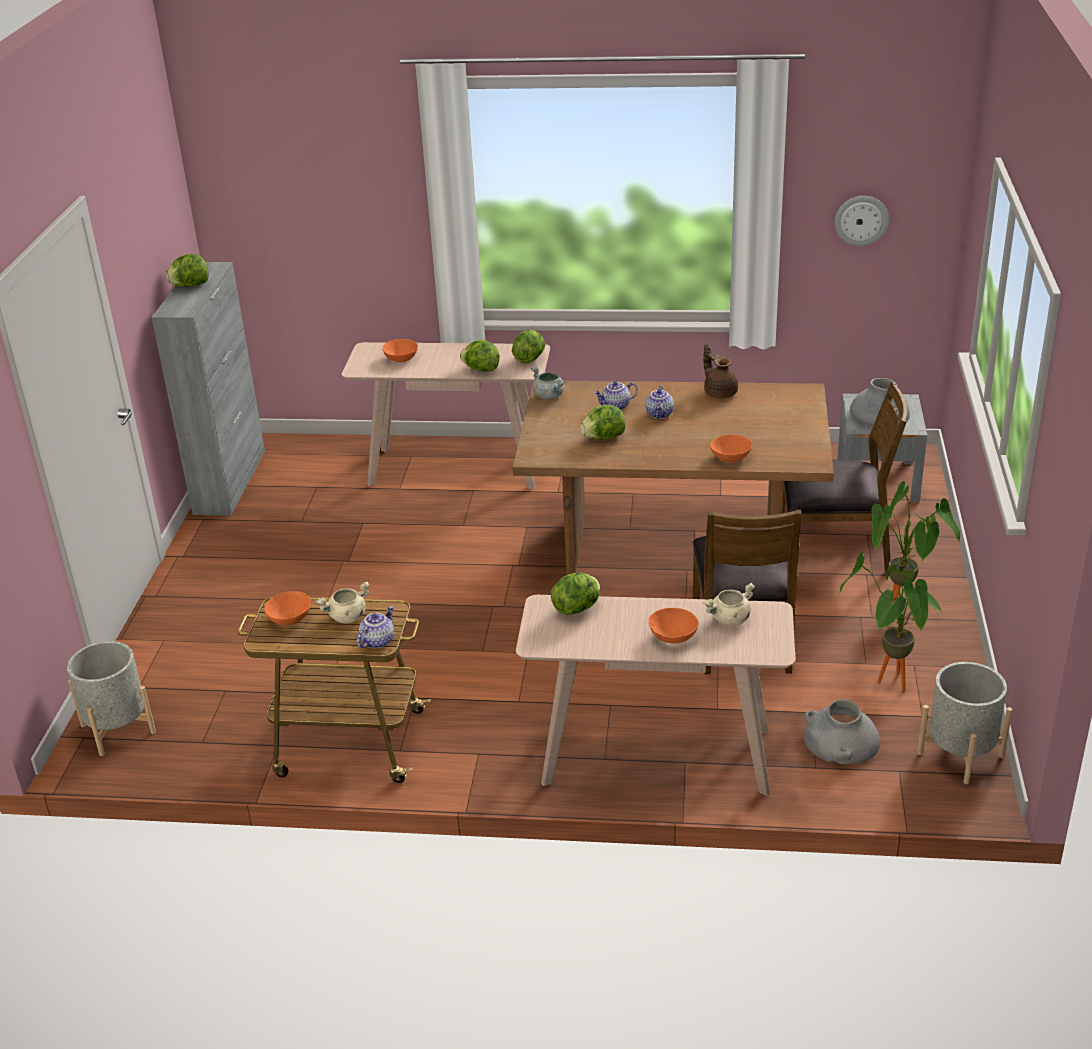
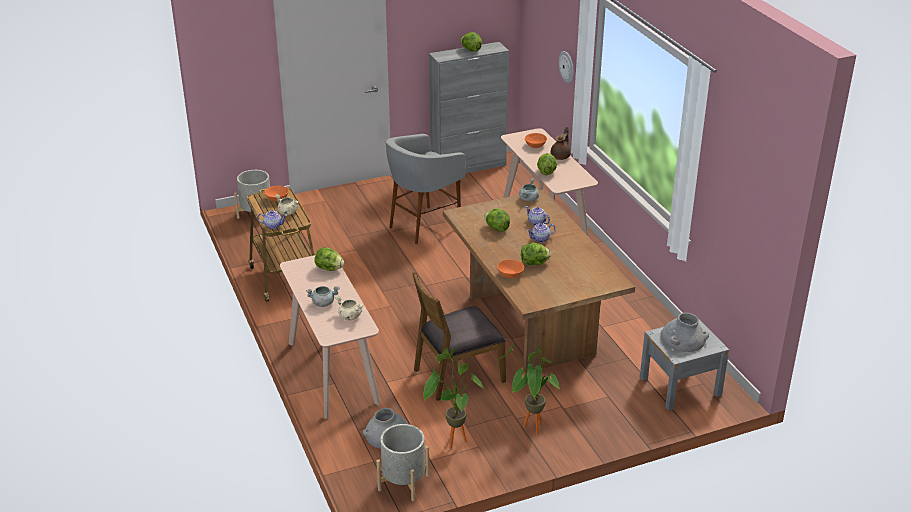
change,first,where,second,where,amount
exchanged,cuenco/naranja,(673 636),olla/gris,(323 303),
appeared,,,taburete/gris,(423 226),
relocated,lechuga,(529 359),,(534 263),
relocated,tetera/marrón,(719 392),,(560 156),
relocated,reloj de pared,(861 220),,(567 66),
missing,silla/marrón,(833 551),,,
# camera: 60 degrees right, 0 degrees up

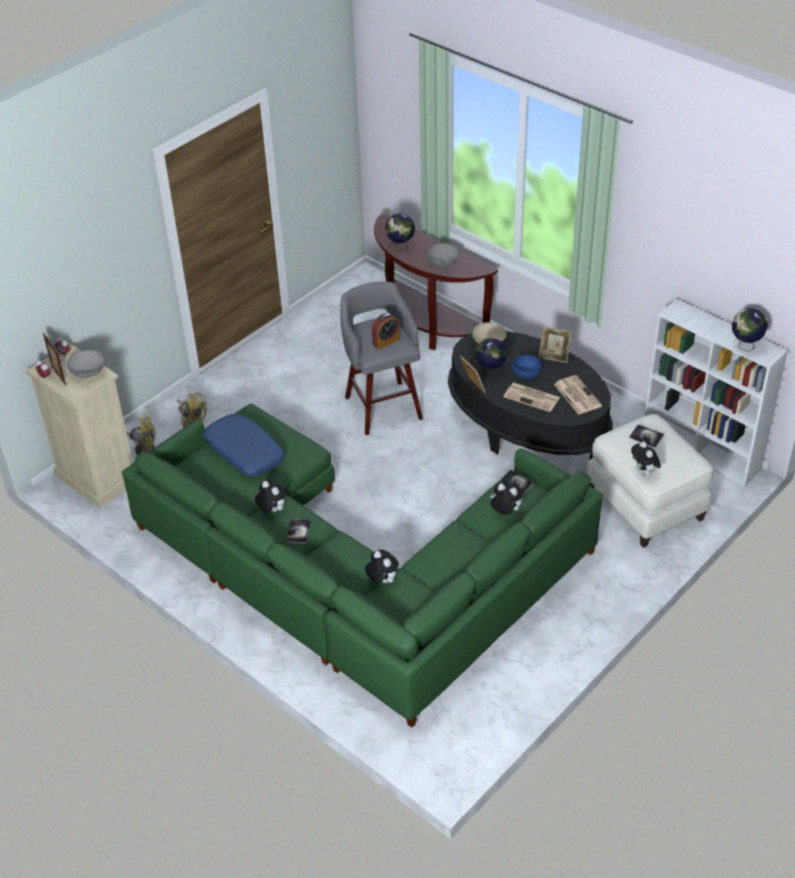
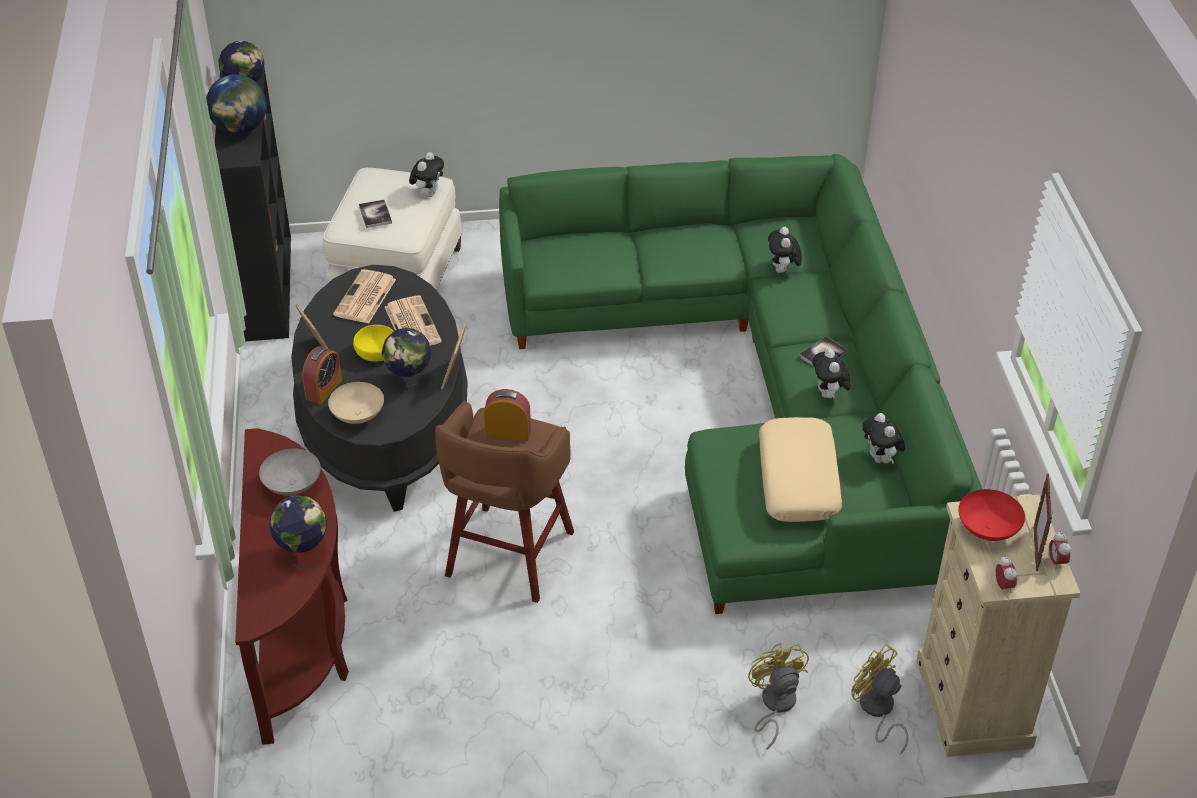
change,first,where,second,where,amount
appeared,,,globo terráqueo,(240 129),
colour,estantería/blanco,(702 451),estantería/negro,(268 286),
appeared,,,despertador,(324 389),
colour,cuenco/azul,(526 374),cuenco/amarillo,(376 352),
colour,taburete/gris,(382 406),taburete/marrón,(508 557),
colour,cojín/azul,(244 452),cojín/beis,(799 480),
relocated,peluche,(505 512),,(881 459),
colour,cuenco/gris,(88 372),cuenco/rojo,(987 530),
missing,libro,(516 483),,,
# camera: 140 degrees left, 0 degrees up

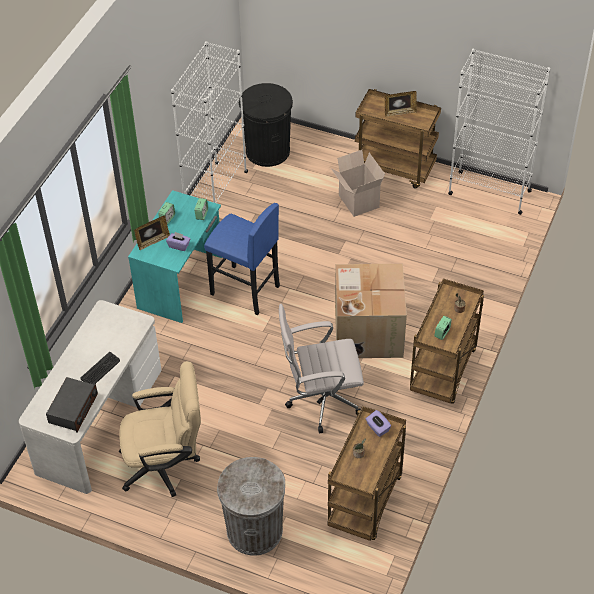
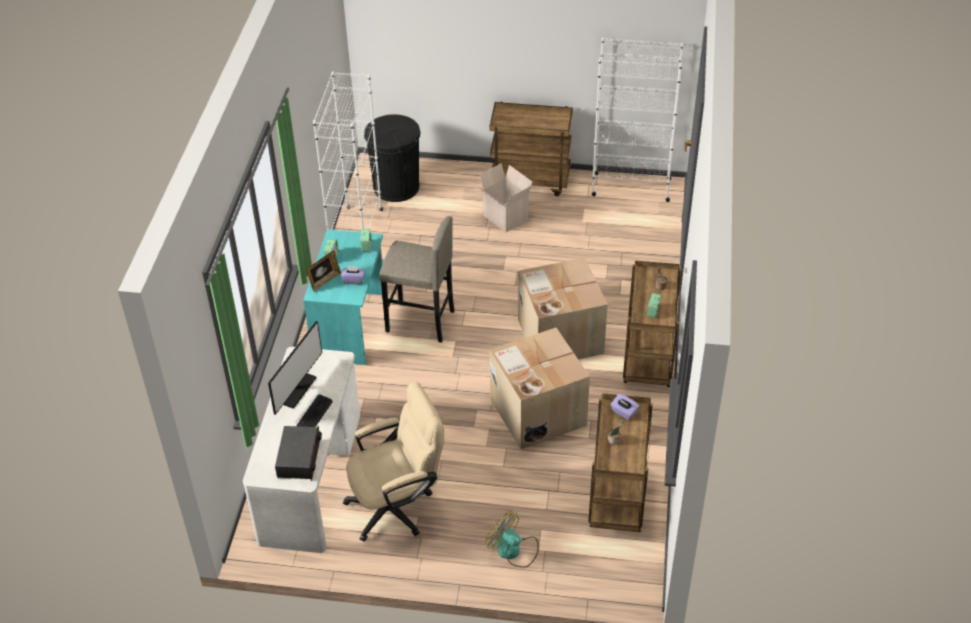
change,first,where,second,where,amount
appeared,,,monitor,(296 389),
colour,taburete/azul,(245 290),taburete/gris,(420 321),
exchanged,papelera/gris,(254 531),ventilador,(513 550),
exchanged,silla de oficina/blanco,(320 401),caja de cartón,(536 411),
missing,portarretratos,(399 112),,,
# camera: 15 degrees left, 5 degrees down

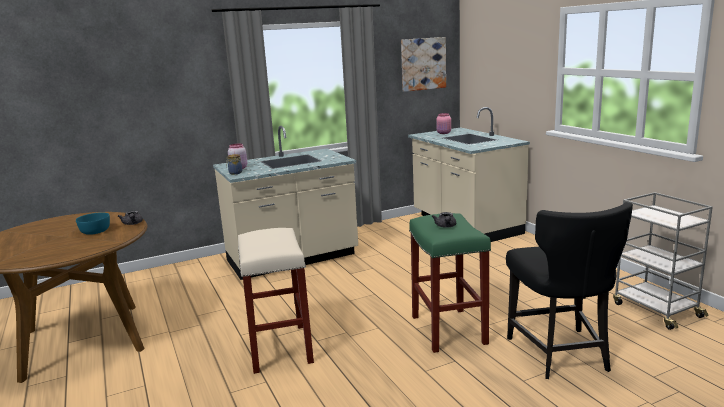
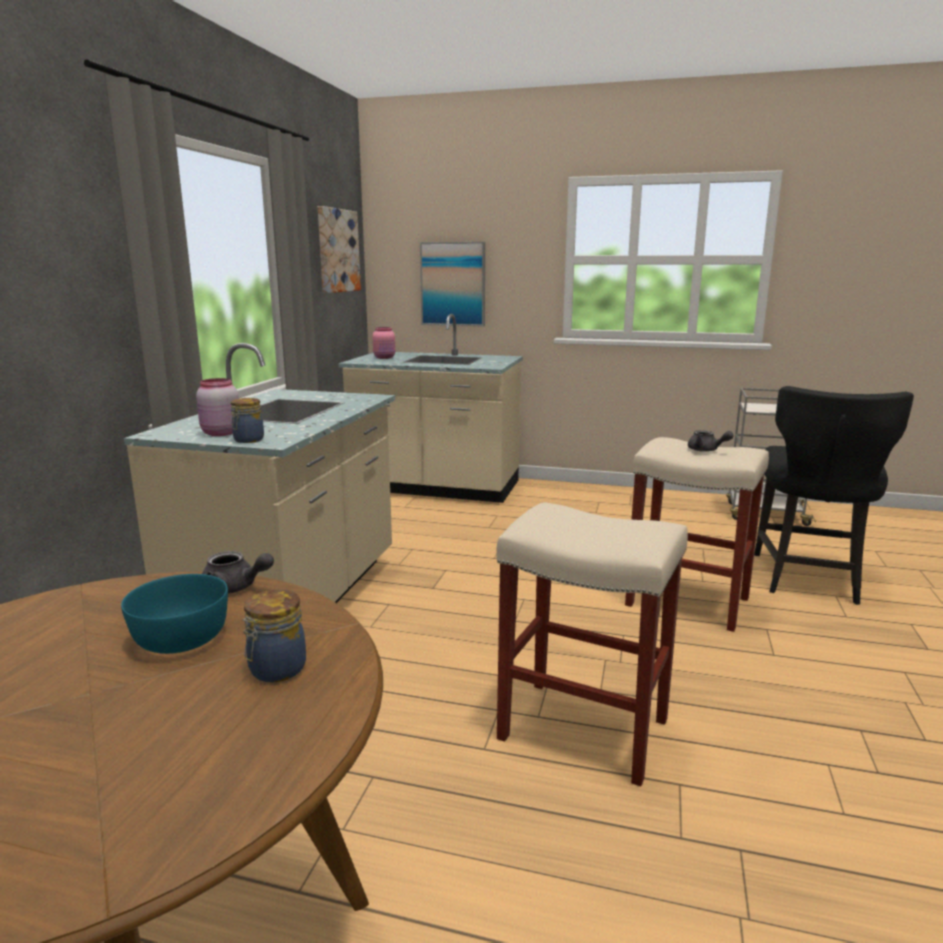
change,first,where,second,where,amount
appeared,,,tarro,(275 670),
appeared,,,cuadro,(453 284),
colour,taburete/verde,(449 330),taburete/beis,(689 601),
spun,silla/negro,(560 354),,(807 579),75 degrees clockwise
# camera: 50 degrees left, 0 degrees up

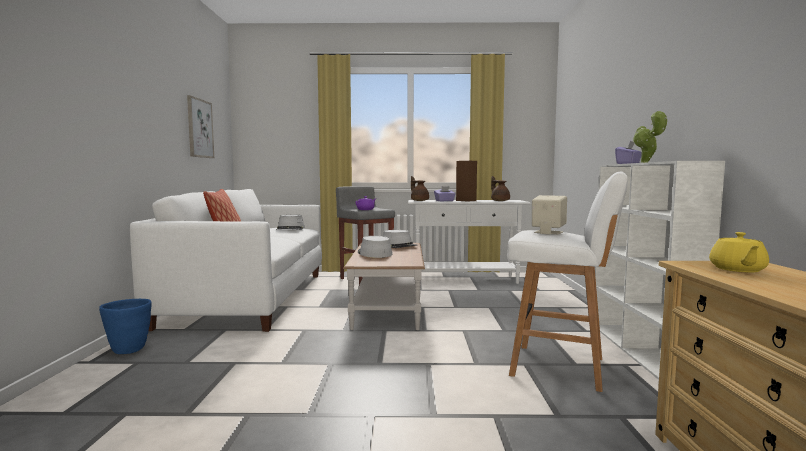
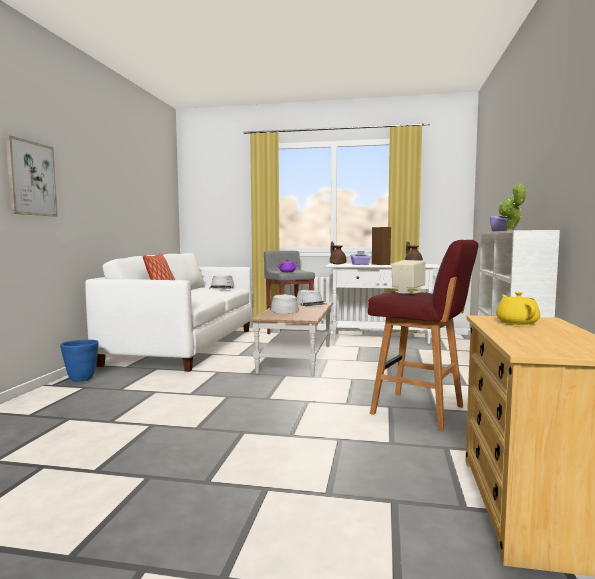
change,first,where,second,where,amount
relocated,cuadro,(199 128),,(31 178),
colour,taburete/blanco,(560 367),taburete/rojo,(420 410),
spun,tetera/amarillo,(737 270),,(516 322),150 degrees clockwise
# camera: 10 degrees right, 0 degrees up

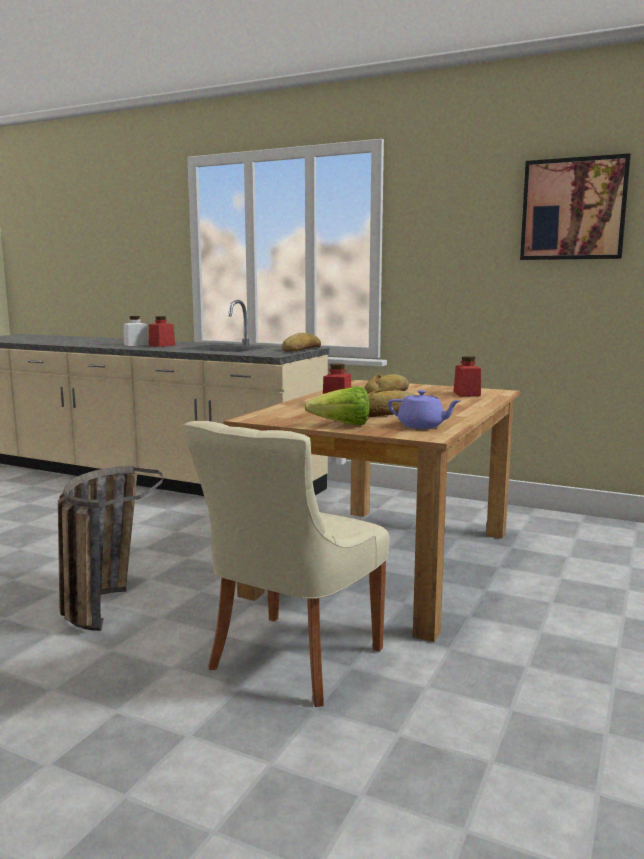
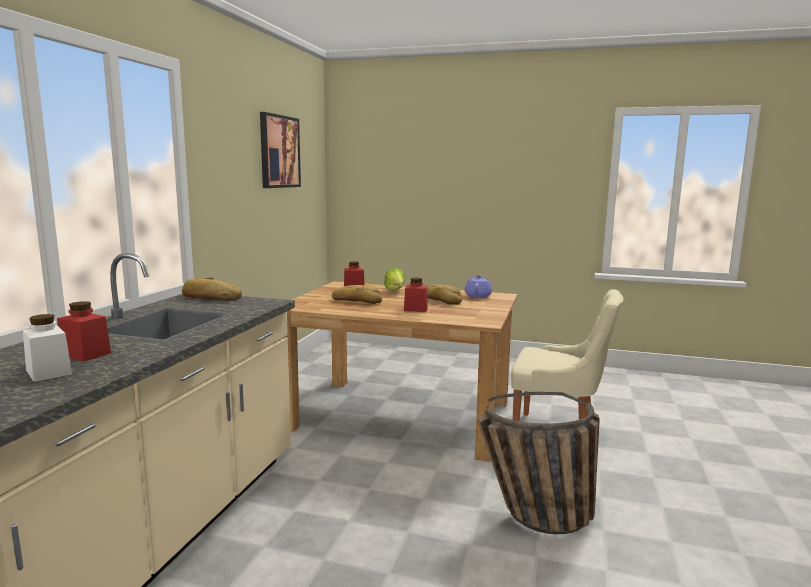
change,first,where,second,where,amount
relocated,lechuga,(342 425),,(395 291),
# camera: 100 degrees left, 0 degrees up

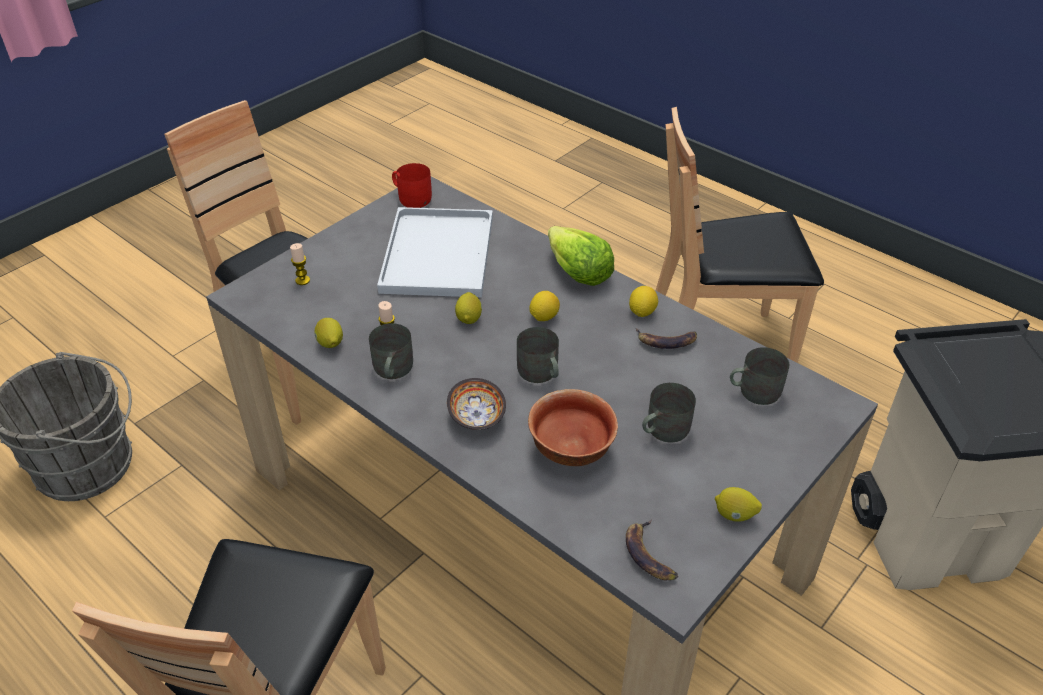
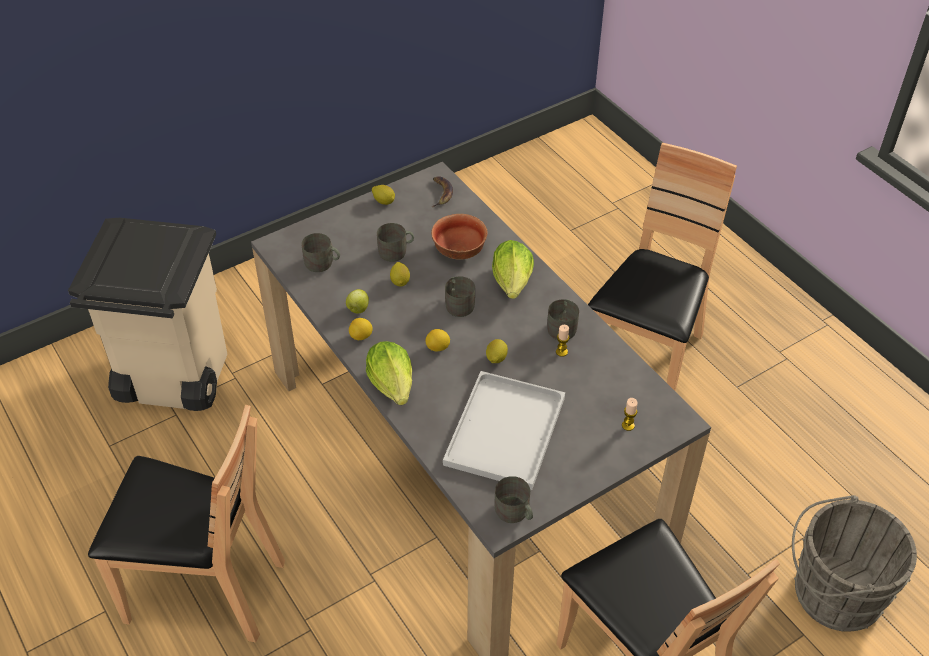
change,first,where,second,where,amount
exchanged,plátano,(666 341),manzana,(357 309),
relocated,limón,(330 344),,(400 281),
exchanged,cuenco,(475 418),lechuga,(512 282),
colour,taza grande/rojo,(411 197),taza grande/gris,(514 513),
# camera: 165 degrees left, 5 degrees up

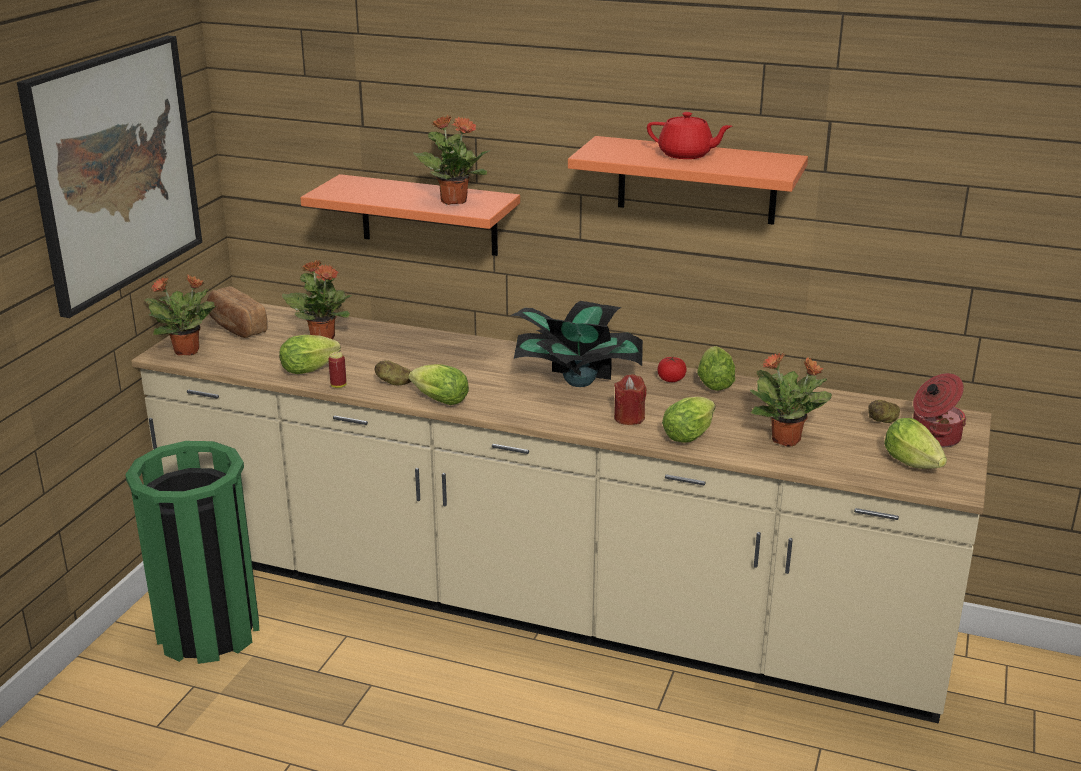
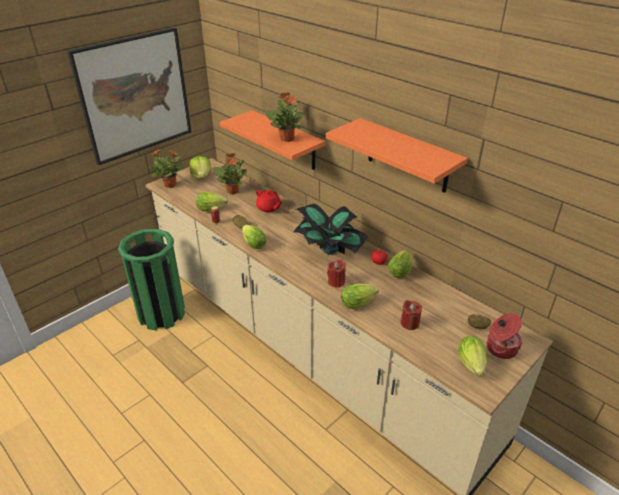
change,first,where,second,where,amount
exchanged,pan,(236 327),lechuga,(201 176),
relocated,tetera/rojo,(686 155),,(269 208),
exchanged,planta en maceta,(787 440),vela/rojo,(409 323),
# camera: 25 degrees right, 10 degrees up

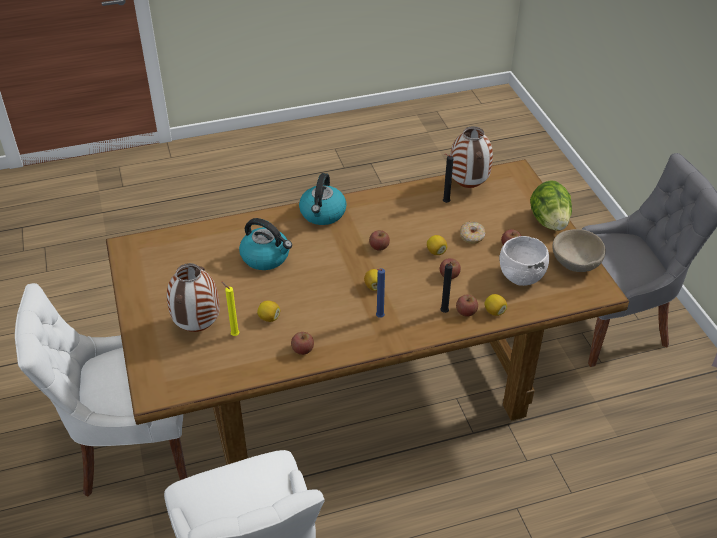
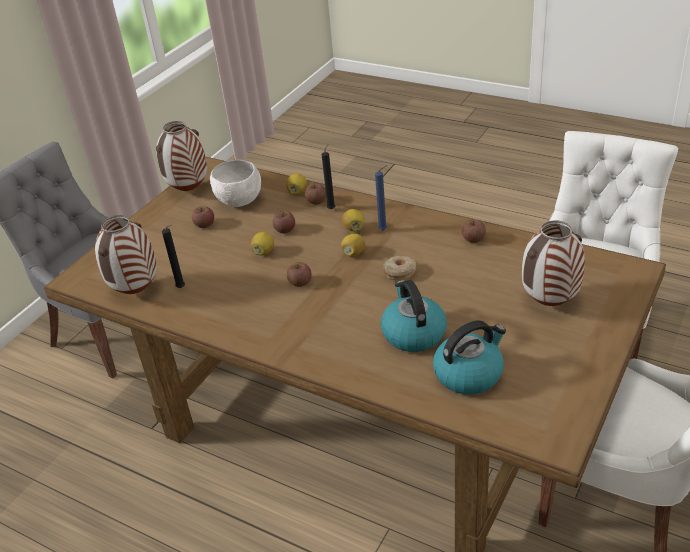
change,first,where,second,where,amount
exchanged,cuenco/beis,(575 263),florero,(189 190),
relocated,limón,(269 318),,(354 228),
relocated,rosquilla,(472 236),,(400 272),
relocated,hervidor,(323 214),,(469 373),
missing,vela/amarillo,(234 334),,,
missing,lechuga,(549 221),,,
# camera: 130 degrees left, 5 degrees down

